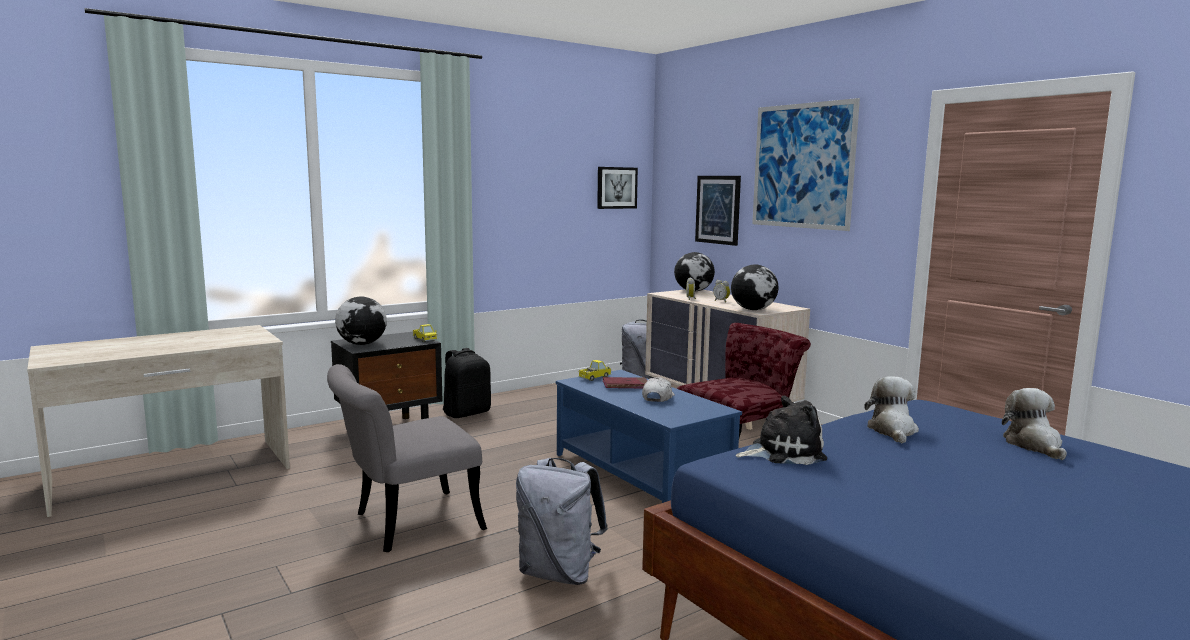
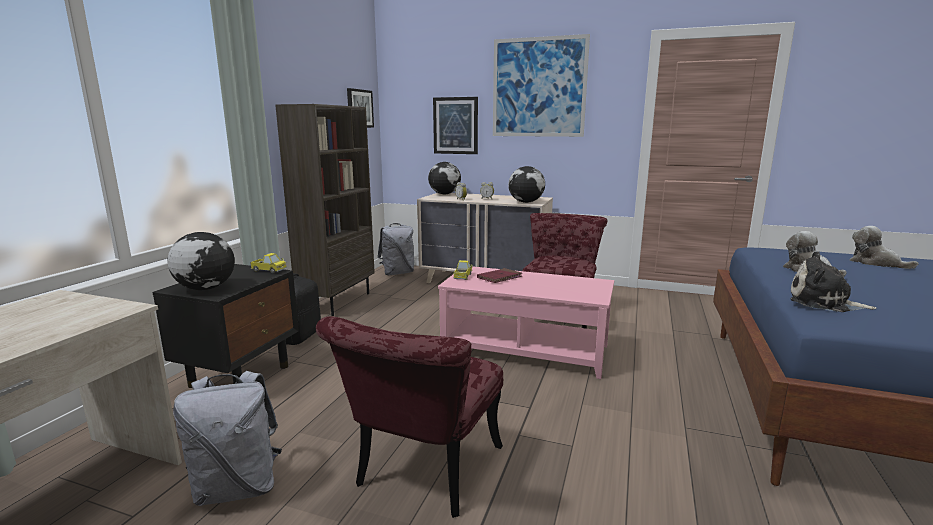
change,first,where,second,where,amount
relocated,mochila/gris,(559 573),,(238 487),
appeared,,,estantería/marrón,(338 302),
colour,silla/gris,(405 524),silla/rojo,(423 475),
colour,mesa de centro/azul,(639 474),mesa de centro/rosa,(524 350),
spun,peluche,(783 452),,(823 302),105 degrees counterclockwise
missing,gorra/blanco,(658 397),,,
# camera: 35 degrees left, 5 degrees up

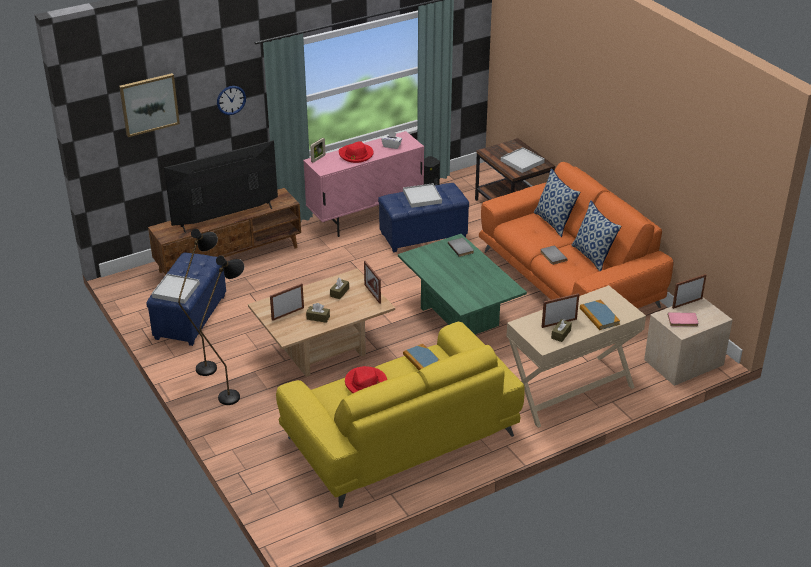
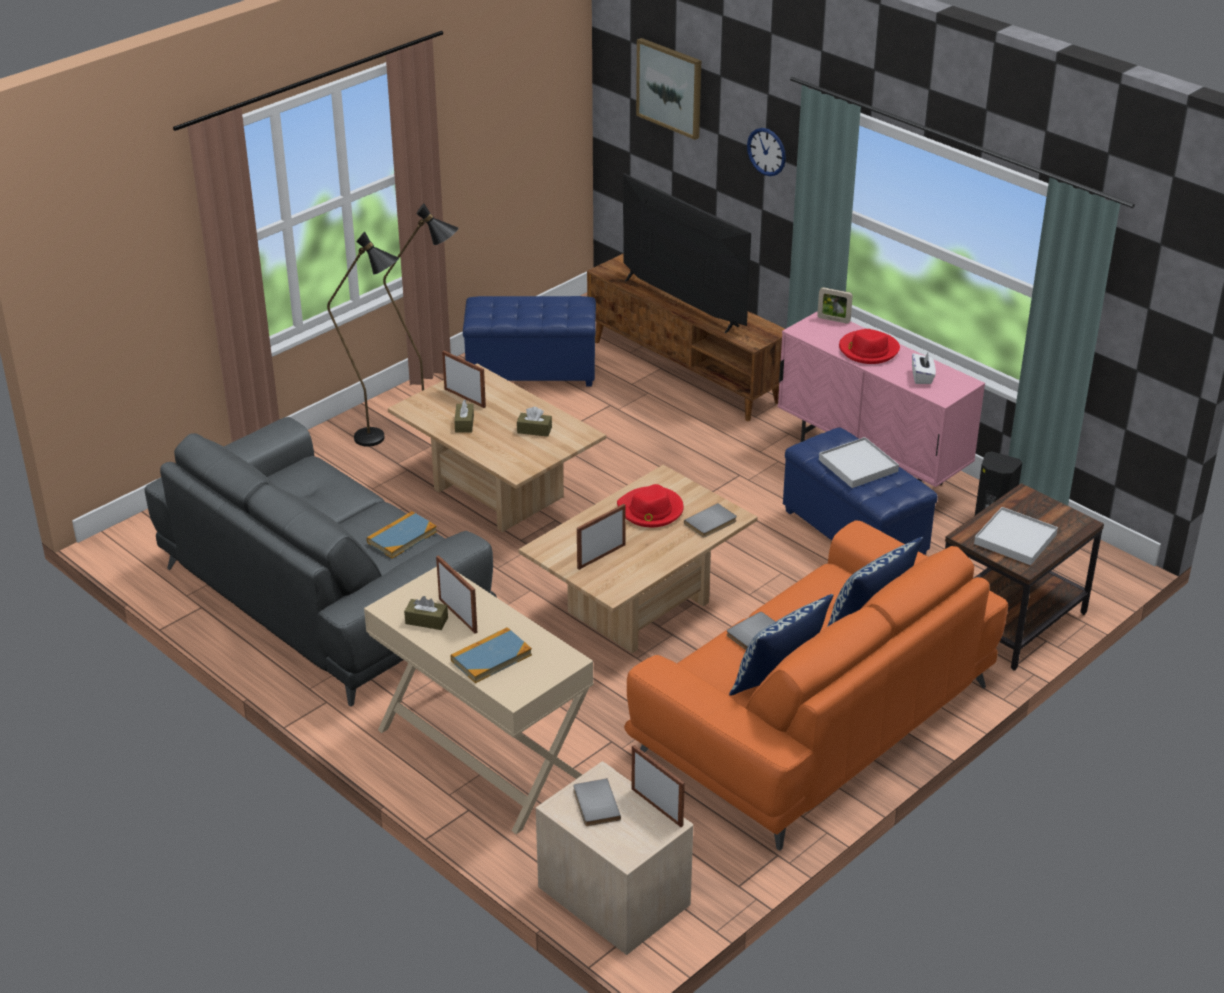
change,first,where,second,where,amount
colour,sofá/amarillo,(400 436),sofá/gris,(323 595),
colour,mesa de centro/verde,(459 317),mesa de centro/beis,(638 607),
colour,libro/rosa,(682 321),libro/gris,(594 804),
relocated,portarretratos,(372 294),,(601 556),
relocated,sombrero/rojo,(366 383),,(650 510),
missing,bandeja/blanco,(176 290),,,
# camera: 75 degrees right, 0 degrees up

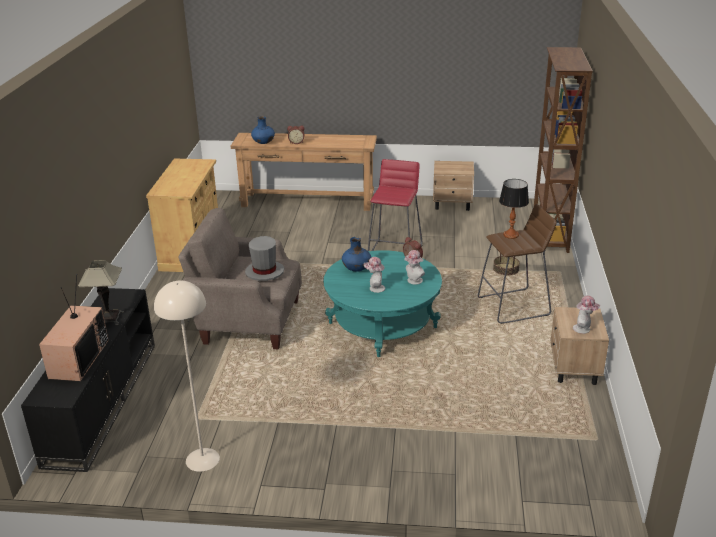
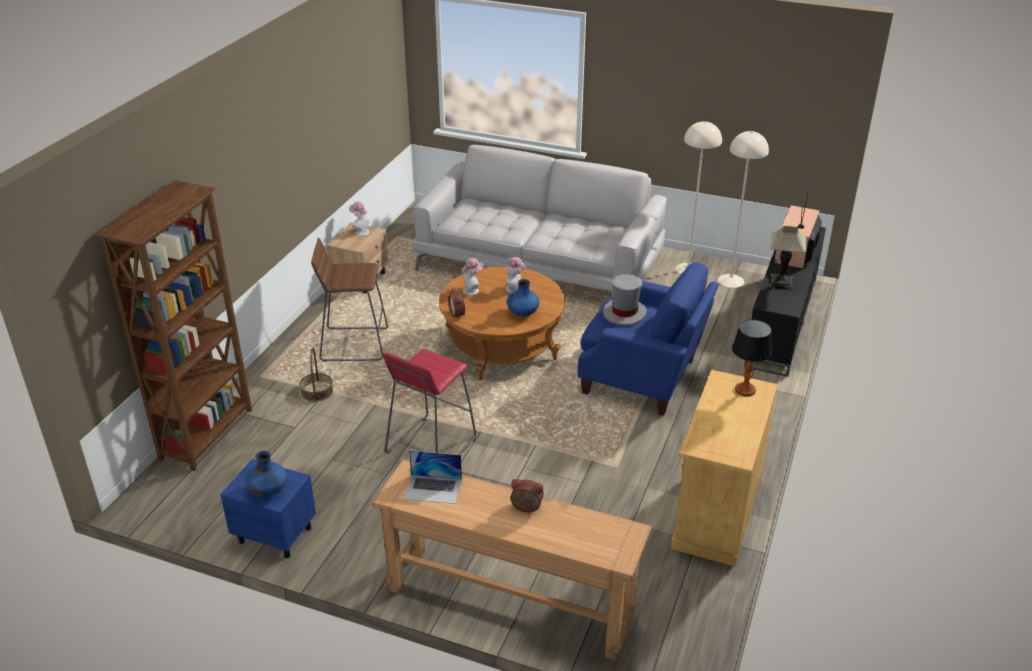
change,first,where,second,where,amount
colour,mesita de noche/beis,(452 204),mesita de noche/azul,(274 534),
relocated,florero/azul,(263 143),,(268 491),
appeared,,,portátil,(433 489),
appeared,,,sofá/gris,(540 263),
colour,mesa de centro/turquesa,(382 325),mesa de centro/marrón,(502 347),
colour,sillón/beis,(248 321),sillón/azul,(643 378),
appeared,,,lámpara de pie/beis,(731 281),
relocated,lámpara de mesa,(511 235),,(745 390),
# camera: 165 degrees left, 5 degrees up

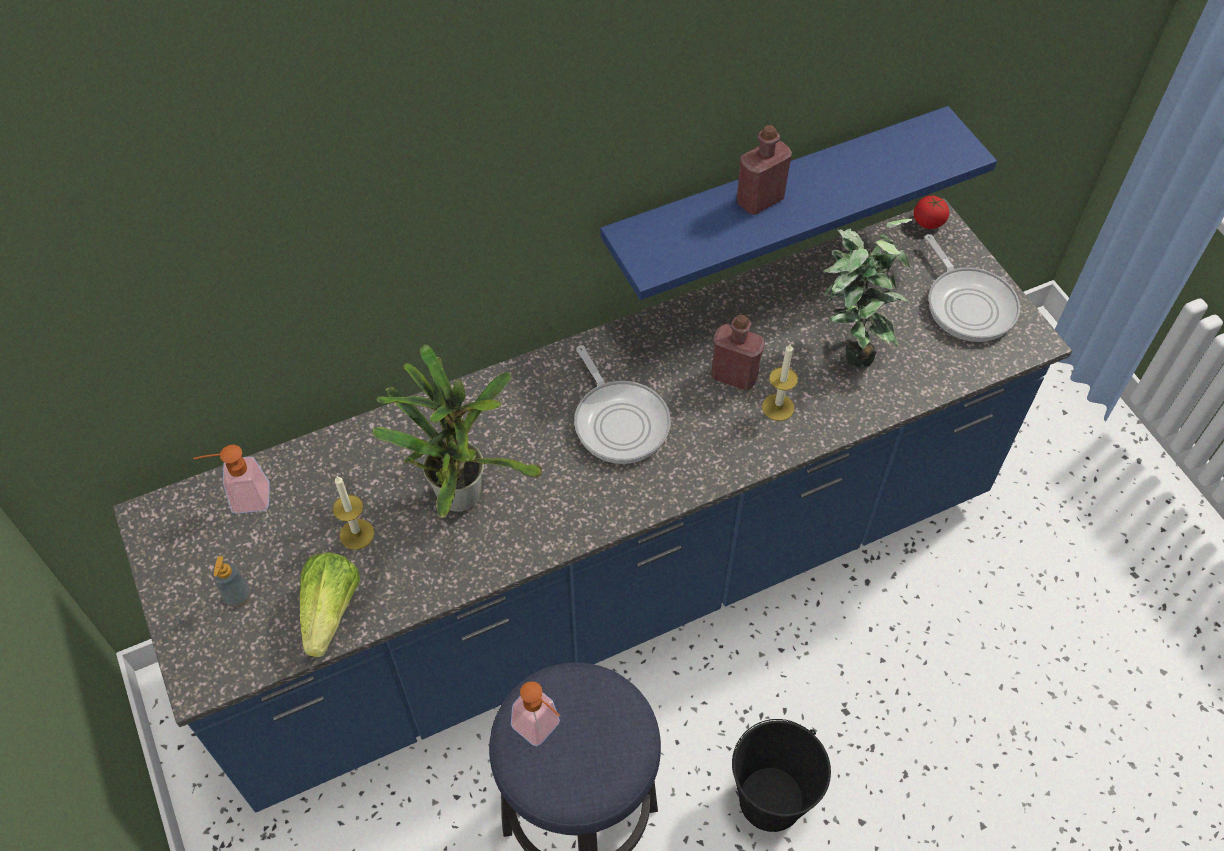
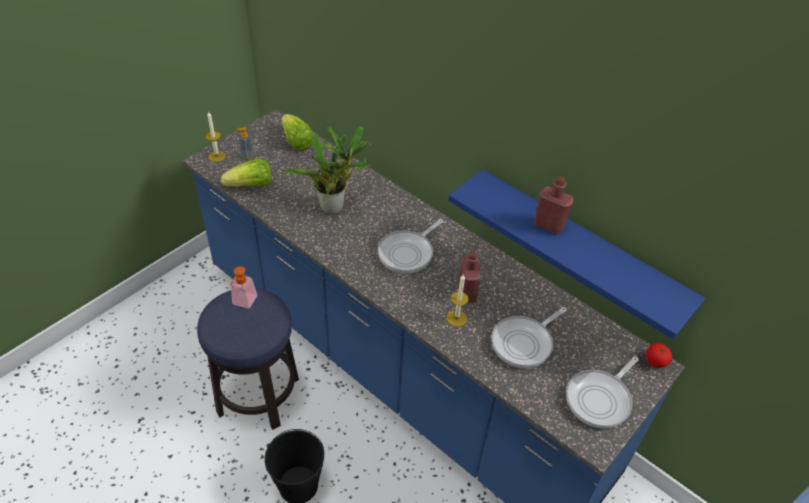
change,first,where,second,where,amount
relocated,vela,(357 534),,(217 156),
exchanged,dispensador de jabón,(242 499),lechuga,(296 141),
exchanged,planta en maceta,(851 345),sartén,(524 343),
# camera: 65 degrees right, 10 degrees down

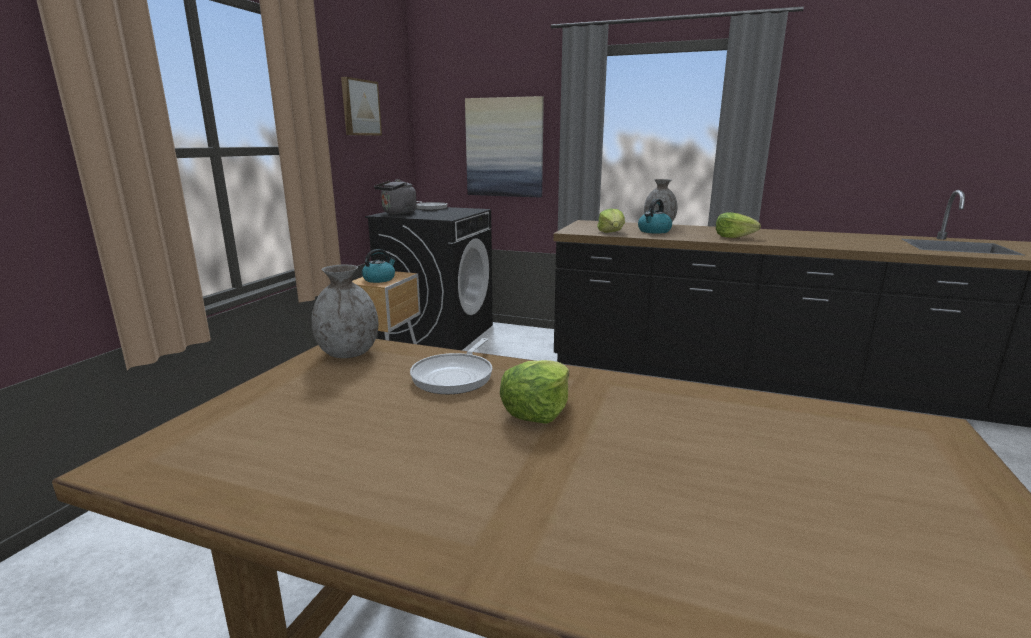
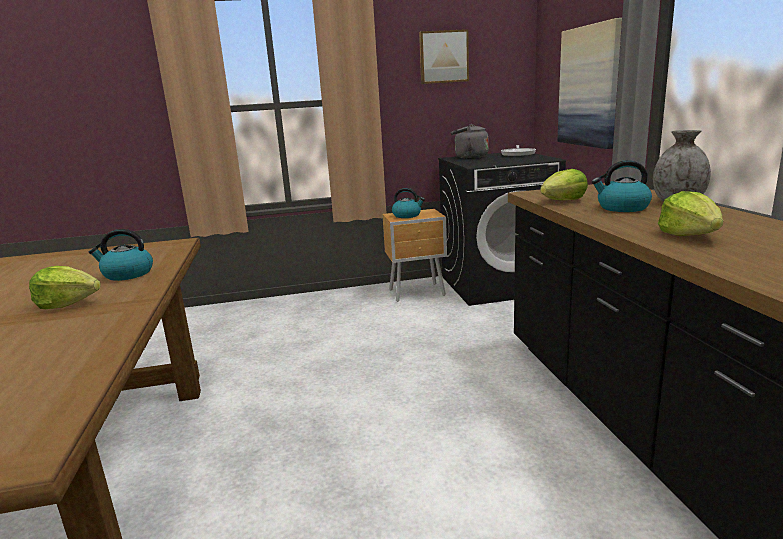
change,first,where,second,where,amount
exchanged,sartén,(455 376),hervidor,(127 274),
missing,florero/gris,(349 353),,,
# camera: 60 degrees right, 0 degrees up

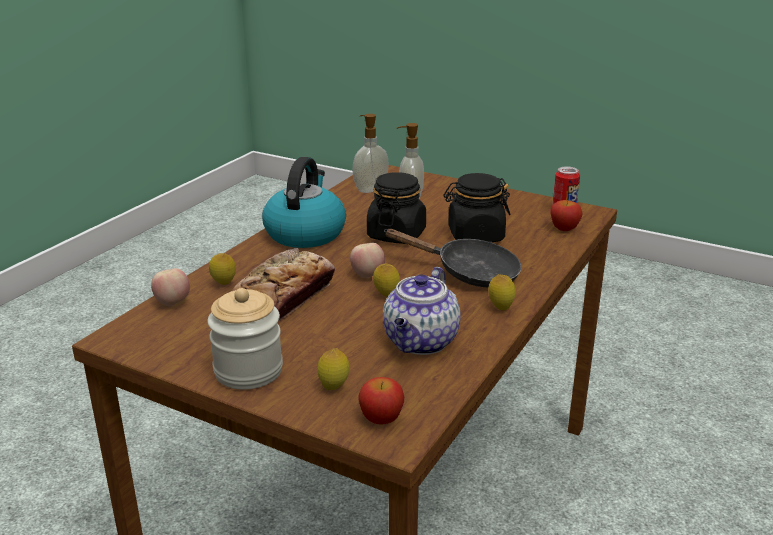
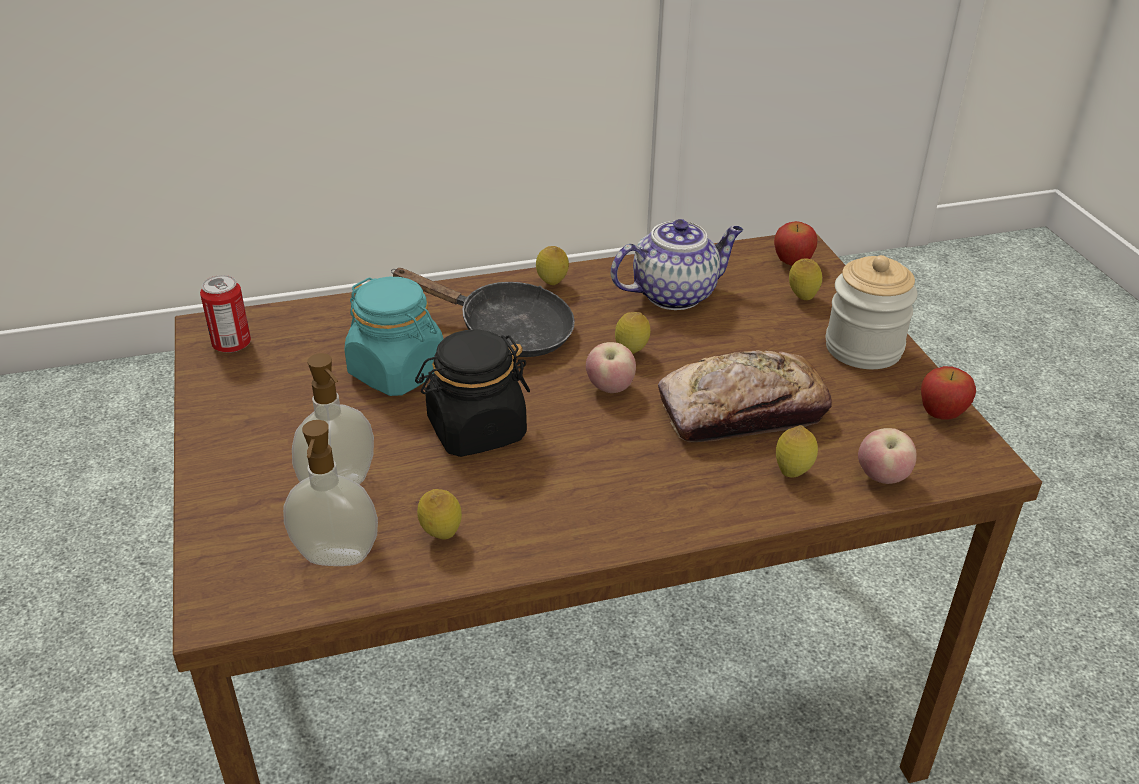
change,first,where,second,where,amount
colour,tarro/negro,(475 235),tarro/turquesa,(398 372),
spun,sartén/negro,(469 273),,(505 331),135 degrees clockwise
appeared,,,limón,(441 536),
relocated,manzana,(564 229),,(942 412),
missing,hervidor,(305 233),,,
# camera: 135 degrees left, 10 degrees up

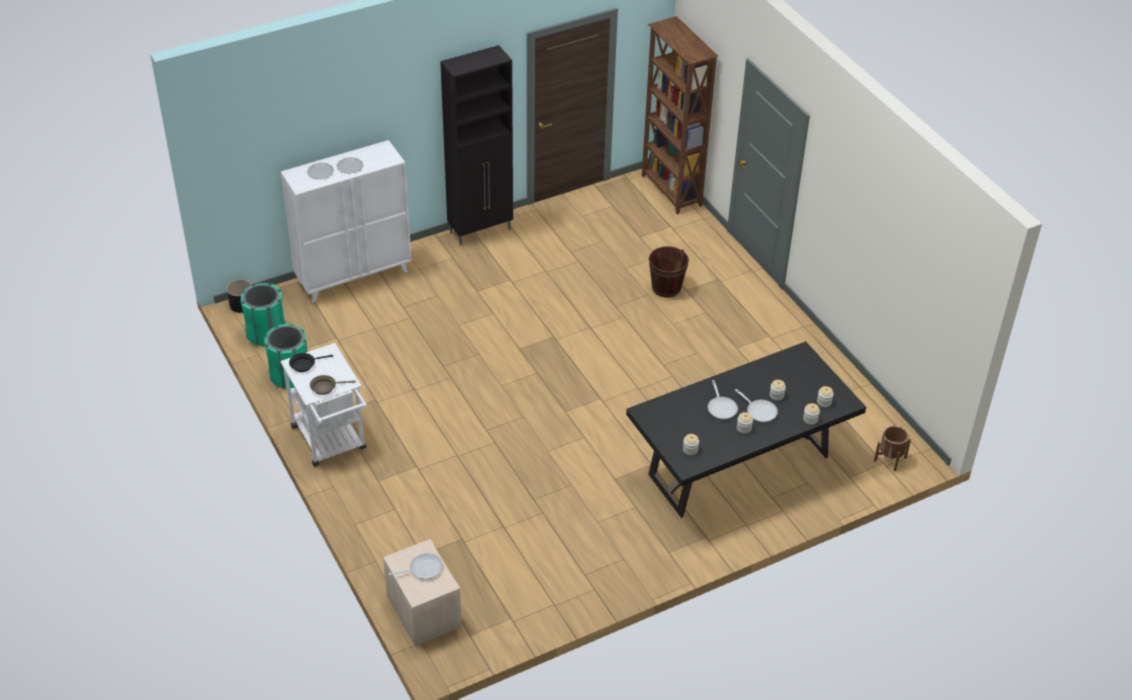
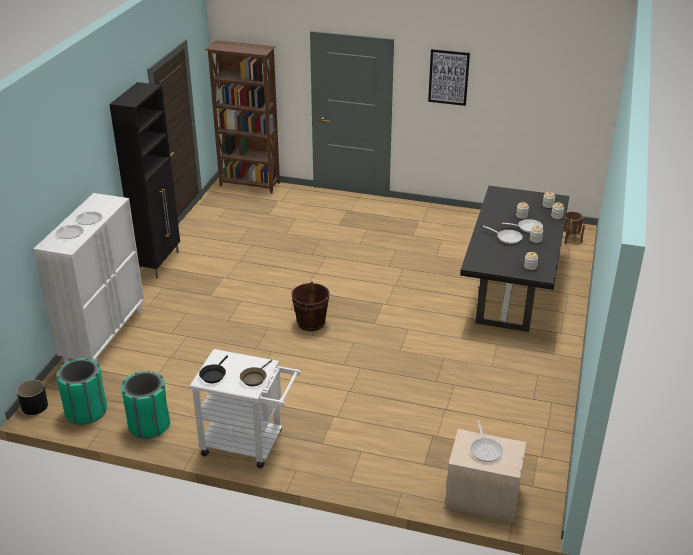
change,first,where,second,where,amount
relocated,cubo/marrón,(666 288),,(311 323),
appeared,,,cuadro,(448 77),
spun,sartén,(422 569),,(485 449),150 degrees clockwise
# camera: 45 degrees left, 10 degrees down

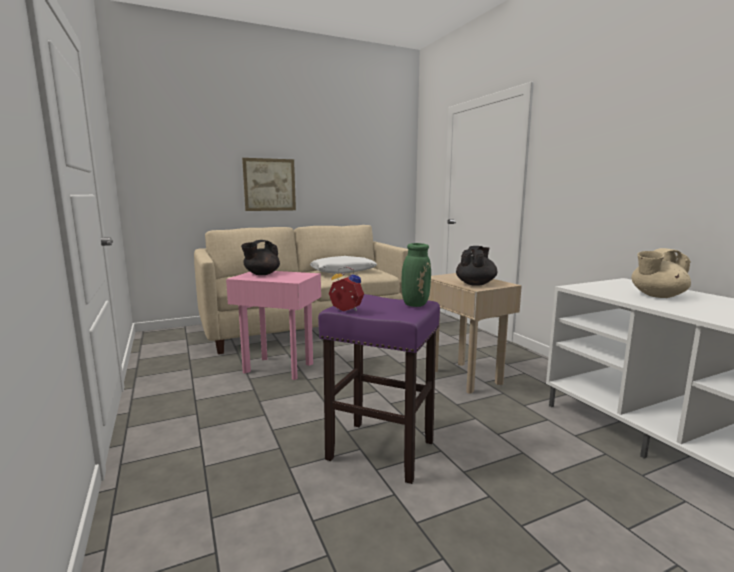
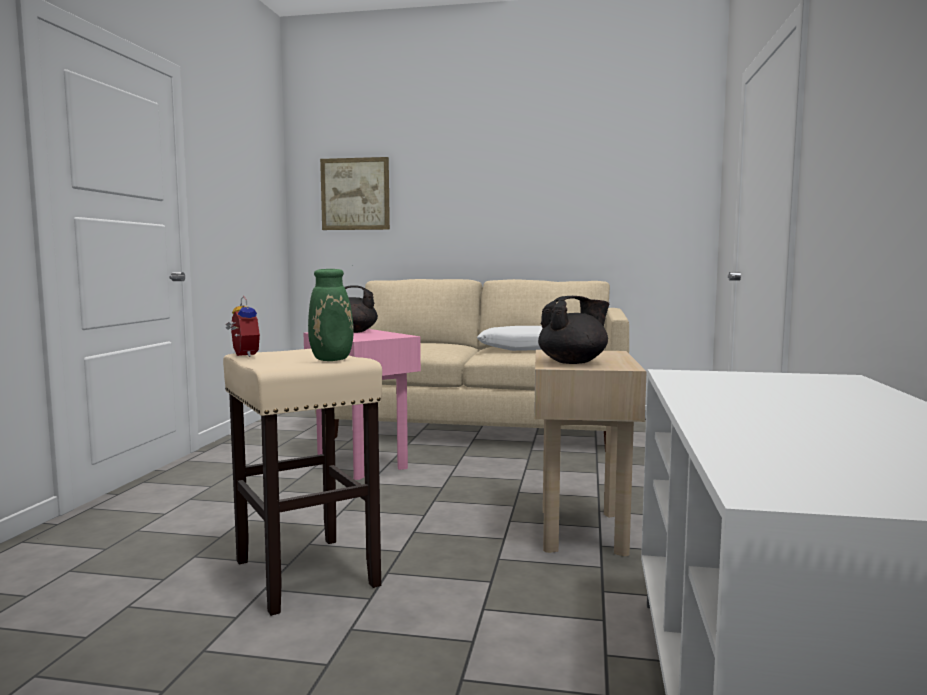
change,first,where,second,where,amount
colour,taburete/morado,(379 450),taburete/beis,(304 572),
relocated,cuadro,(269 184),,(355 194),
missing,tetera/beis,(657 296),,,
# camera: 35 degrees right, 5 degrees down

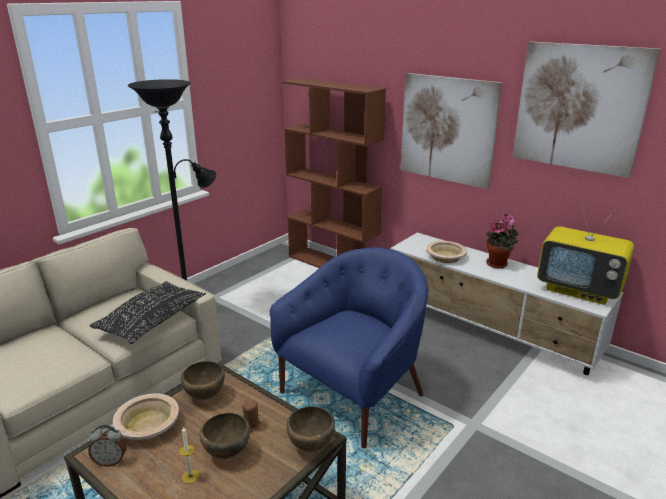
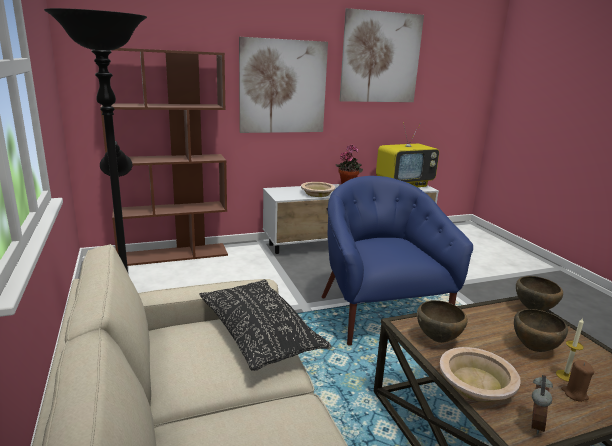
change,first,where,second,where,amount
relocated,vela/marrón,(251 425),,(574 394),
# camera: 60 degrees left, 5 degrees down

